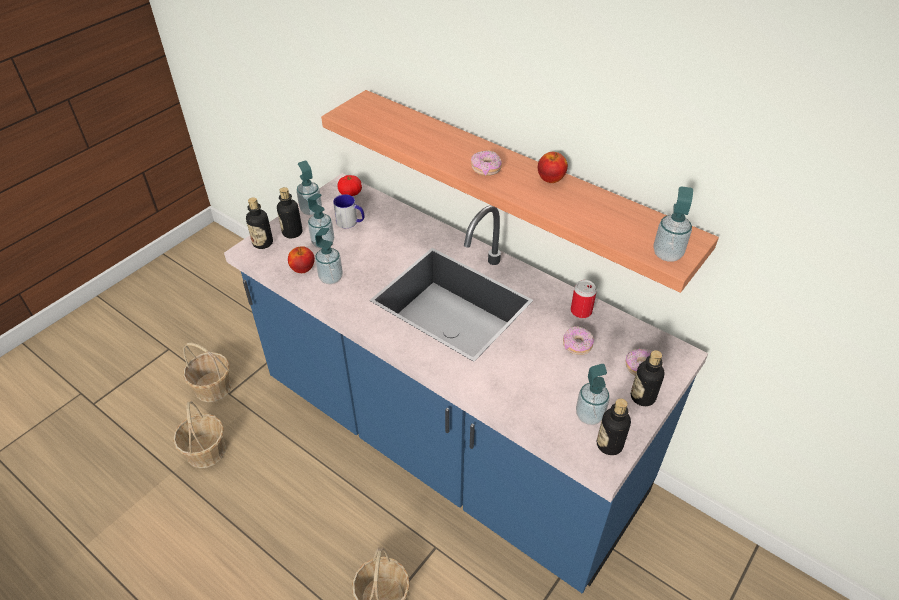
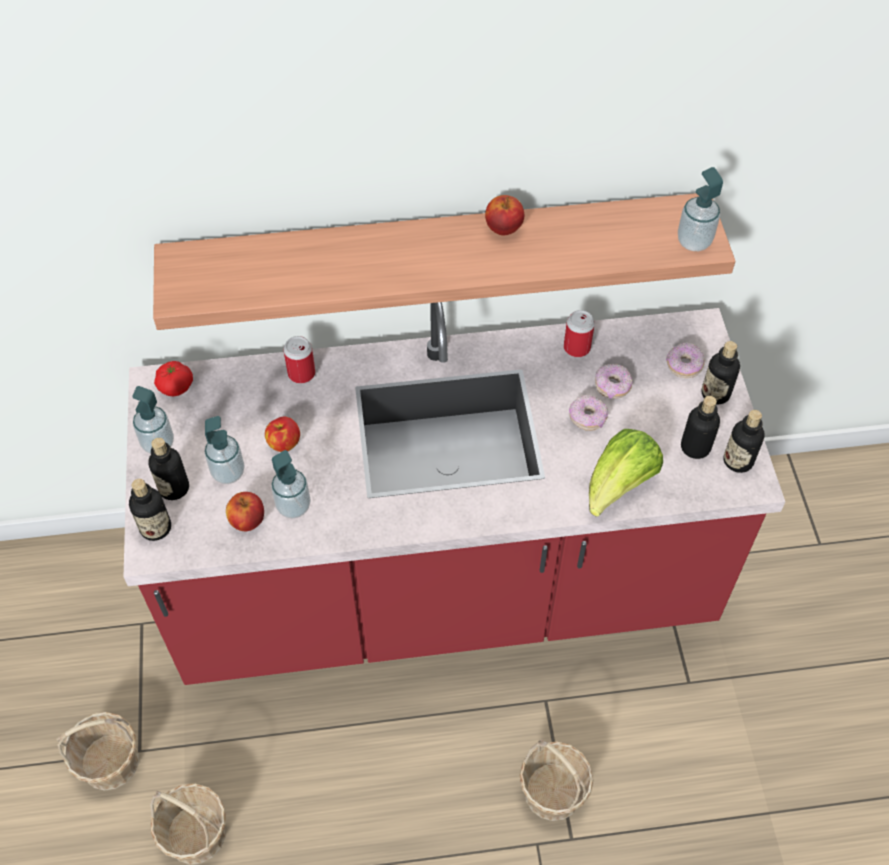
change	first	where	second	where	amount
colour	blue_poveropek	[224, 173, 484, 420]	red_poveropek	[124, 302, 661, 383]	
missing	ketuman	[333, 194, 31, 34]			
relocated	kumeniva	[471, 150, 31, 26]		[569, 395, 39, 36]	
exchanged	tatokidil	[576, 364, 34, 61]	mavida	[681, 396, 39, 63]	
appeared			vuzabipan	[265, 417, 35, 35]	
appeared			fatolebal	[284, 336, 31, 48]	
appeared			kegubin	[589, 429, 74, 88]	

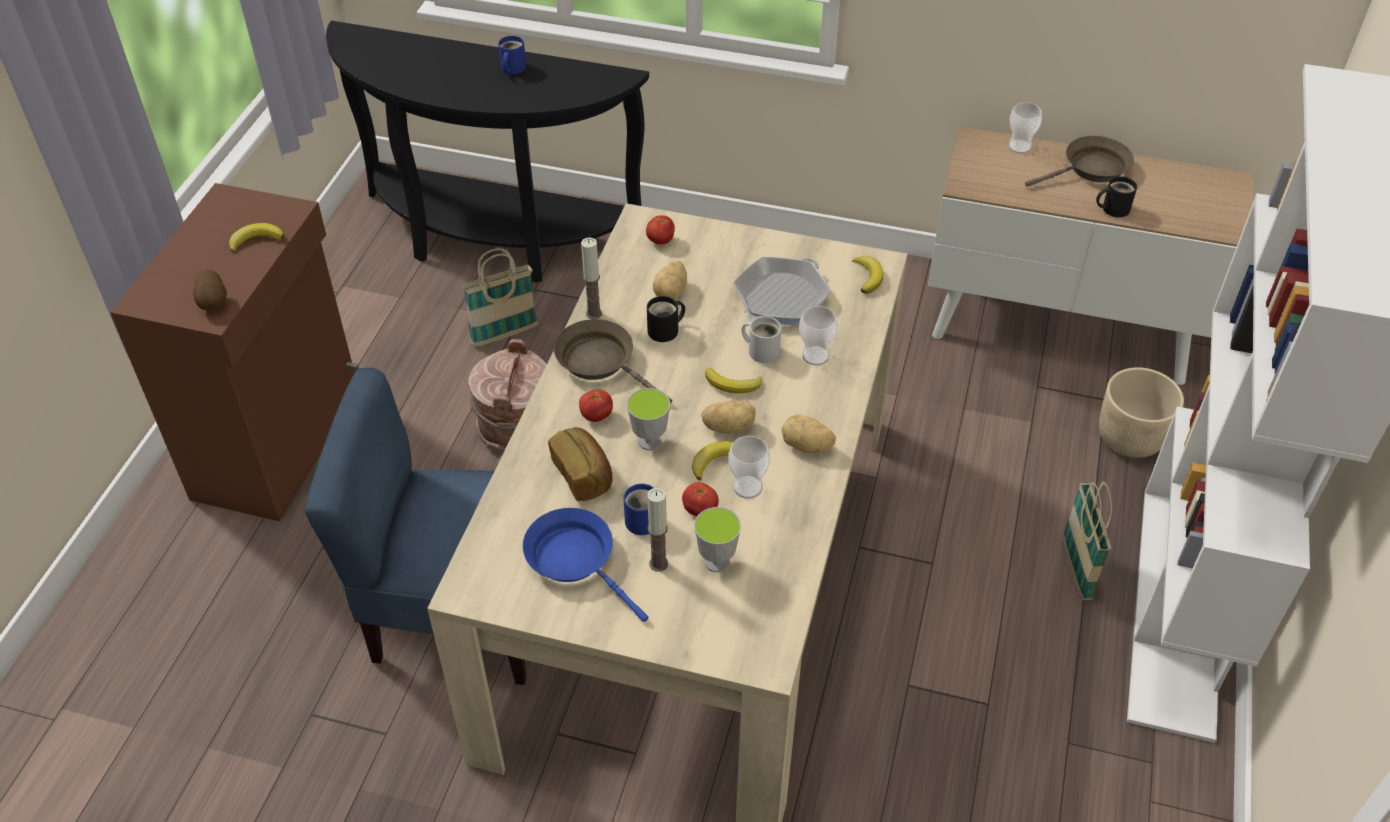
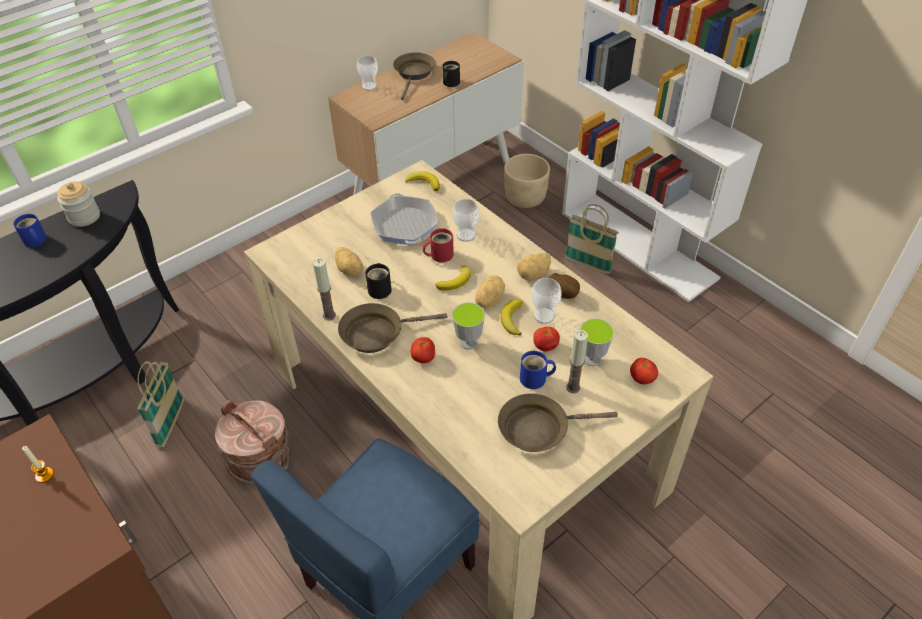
change	first	where	second	where	amount
relocated	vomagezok	[193, 270, 34, 40]		[549, 273, 31, 26]	
exchanged	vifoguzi	[229, 223, 55, 30]	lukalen	[22, 446, 32, 37]	
colour	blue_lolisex	[523, 508, 125, 114]	brown_lolisex	[498, 393, 120, 59]	
missing	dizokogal	[548, 427, 64, 74]			
relocated	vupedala	[646, 215, 29, 30]		[630, 358, 28, 26]	
colour	white_ketuman	[741, 316, 41, 47]	red_ketuman	[423, 228, 31, 34]	
appeared			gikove	[57, 181, 43, 46]	

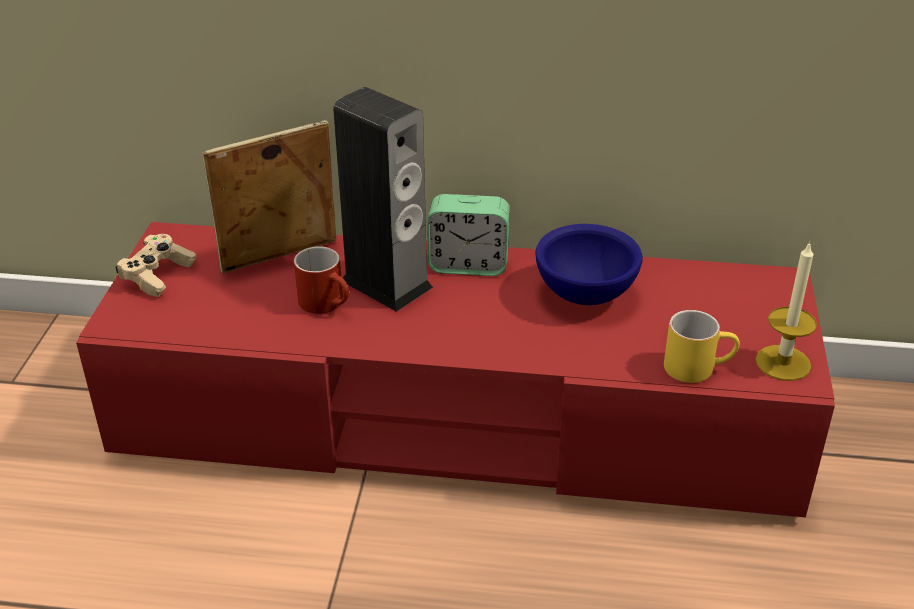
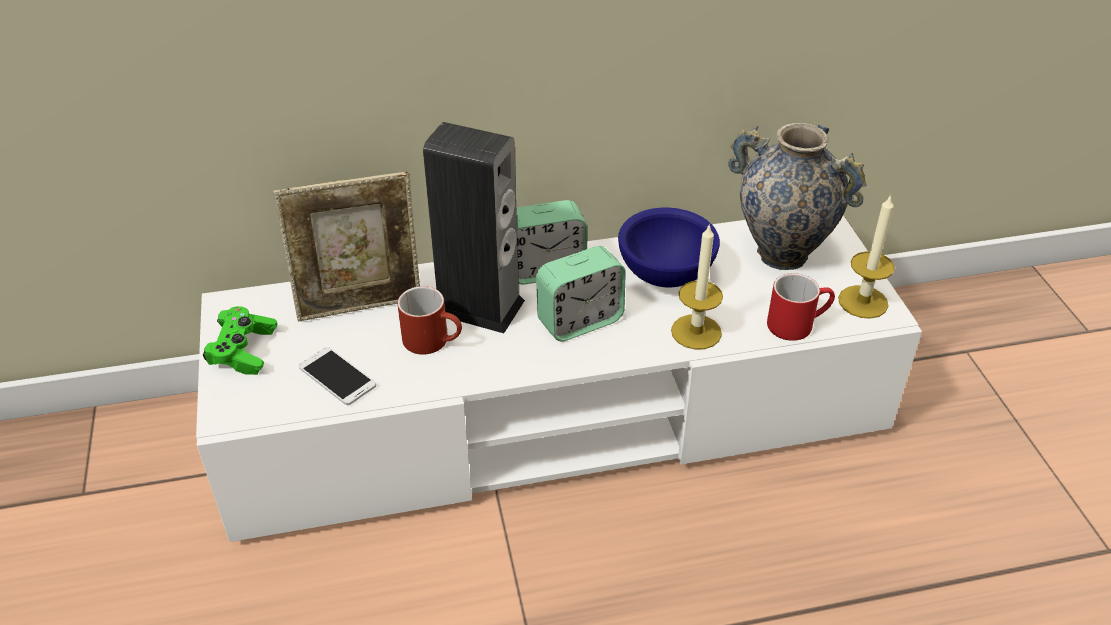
change	first	where	second	where	amount
colour	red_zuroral	[76, 222, 759, 295]	white_zuroral	[196, 216, 726, 326]	
colour	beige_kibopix	[116, 234, 81, 63]	green_kibopix	[203, 306, 74, 69]	
spun	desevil	[202, 120, 135, 154]		[273, 171, 147, 150]	150 degrees counterclockwise
colour	yellow_ketuman	[664, 310, 76, 73]	red_ketuman	[767, 273, 68, 68]	
appeared			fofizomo	[299, 347, 77, 58]	
appeared			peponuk	[536, 246, 90, 95]	
appeared			lukalen	[671, 223, 52, 127]	
appeared			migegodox	[728, 123, 139, 147]	

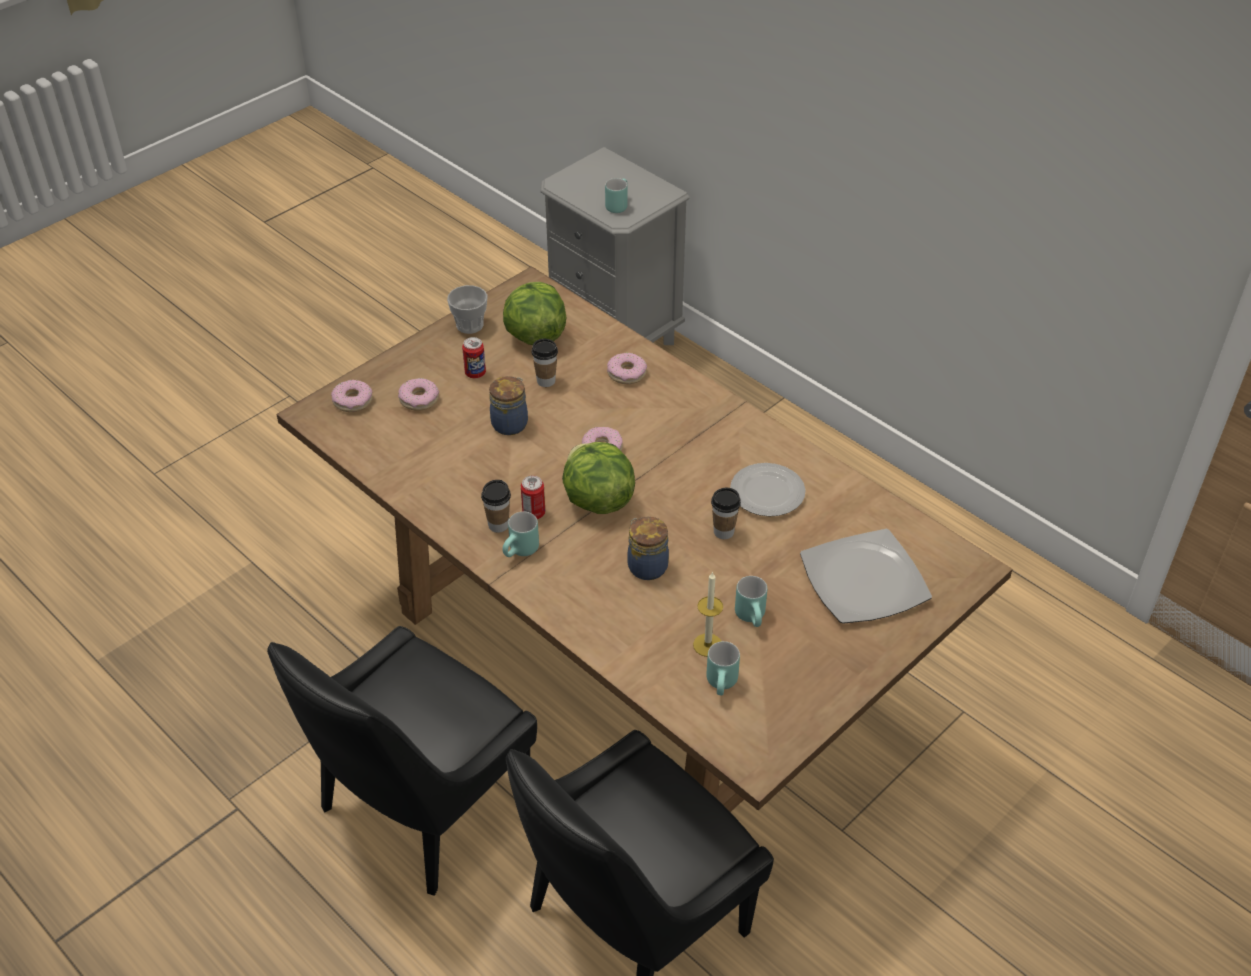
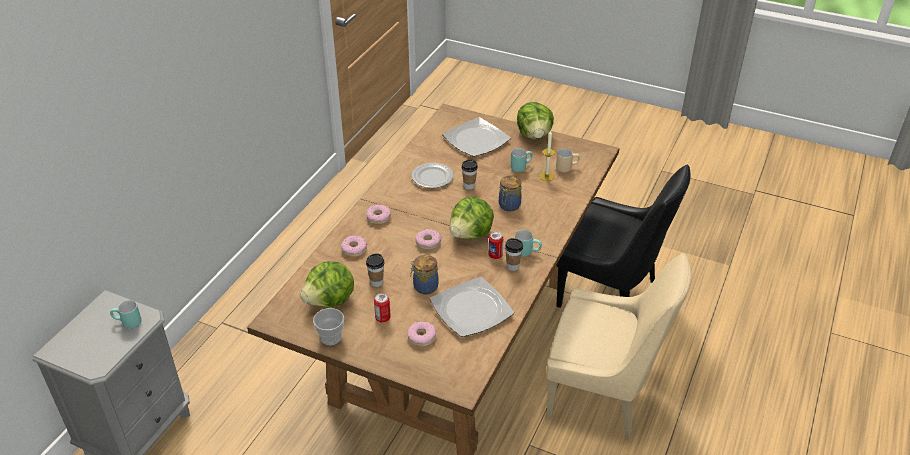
change	first	where	second	where	amount
colour	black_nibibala	[267, 626, 270, 270]	beige_nibibala	[546, 253, 145, 188]	
relocated	kumeniva	[331, 380, 42, 32]		[366, 205, 25, 20]	
colour	turquoise_ketuman	[706, 641, 34, 54]	beige_ketuman	[556, 148, 24, 25]	
appeared			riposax	[430, 277, 84, 60]	
appeared			kegubin	[517, 102, 37, 37]	

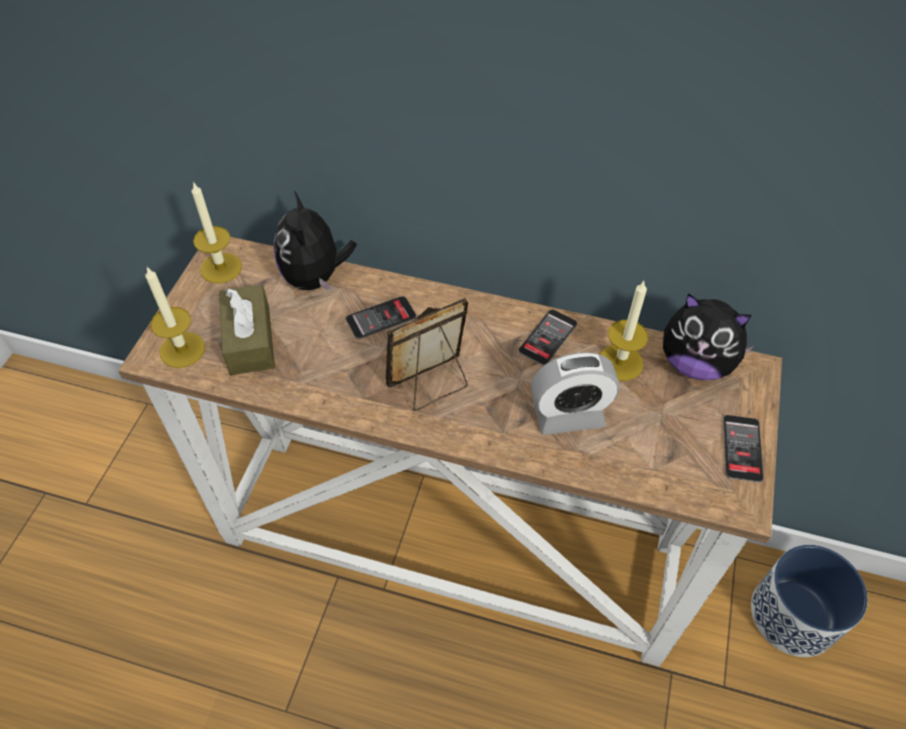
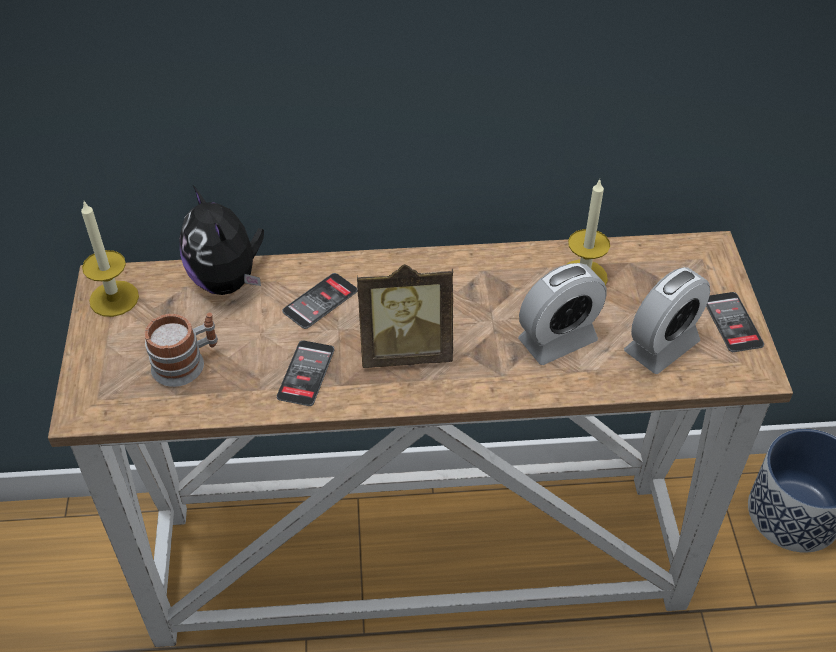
change	first	where	second	where	amount
missing	lukalen	[145, 267, 60, 101]			
exchanged	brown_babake	[219, 284, 56, 91]	ketuman	[144, 312, 74, 75]	
spun	desevil	[386, 298, 82, 113]		[357, 264, 96, 104]	135 degrees counterclockwise
relocated	fofizomo	[518, 309, 59, 57]		[277, 340, 57, 66]	
missing	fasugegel	[663, 293, 92, 87]			
appeared			peponuk	[624, 267, 86, 107]	

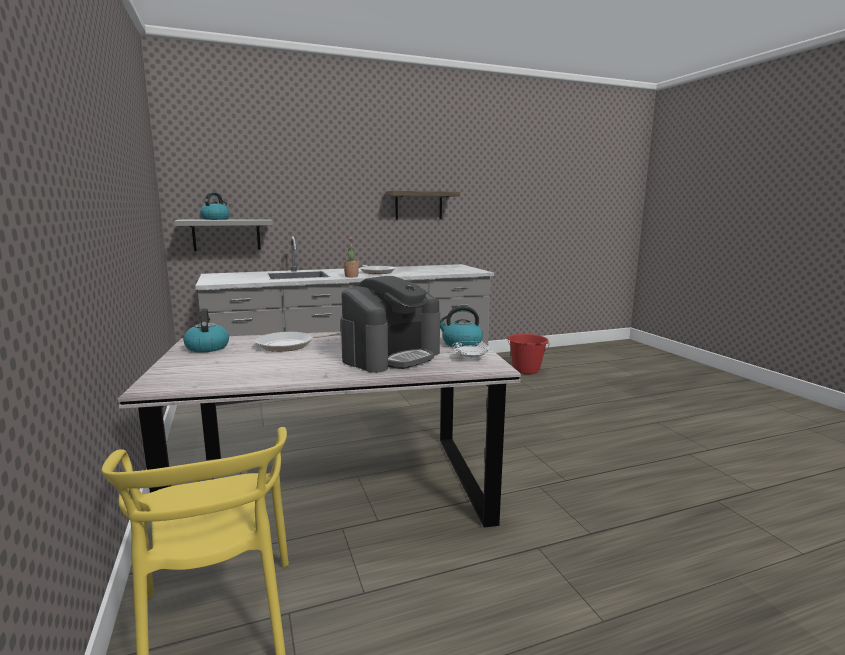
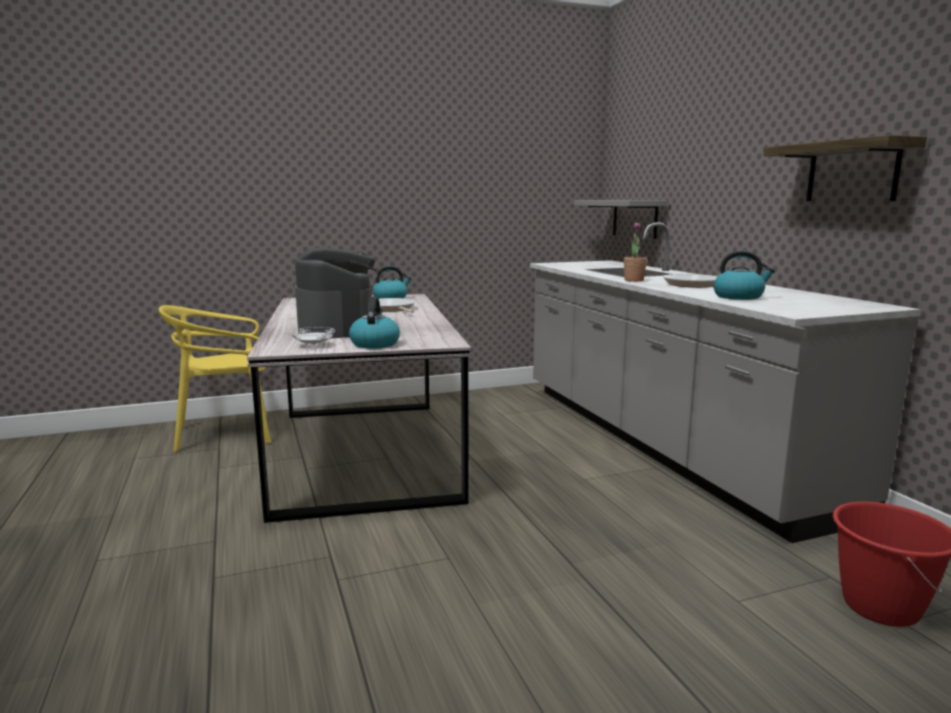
change	first	where	second	where	amount
relocated	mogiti	[200, 192, 30, 28]		[713, 251, 62, 49]	
spun	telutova	[341, 276, 99, 97]		[295, 247, 82, 91]	150 degrees counterclockwise

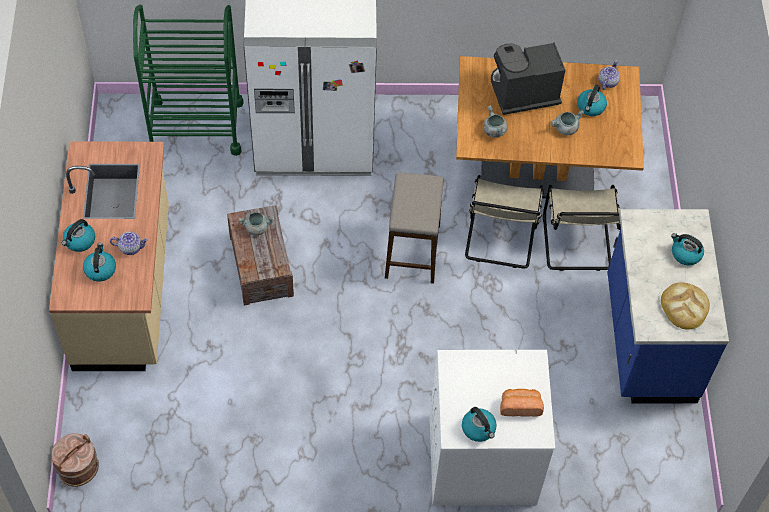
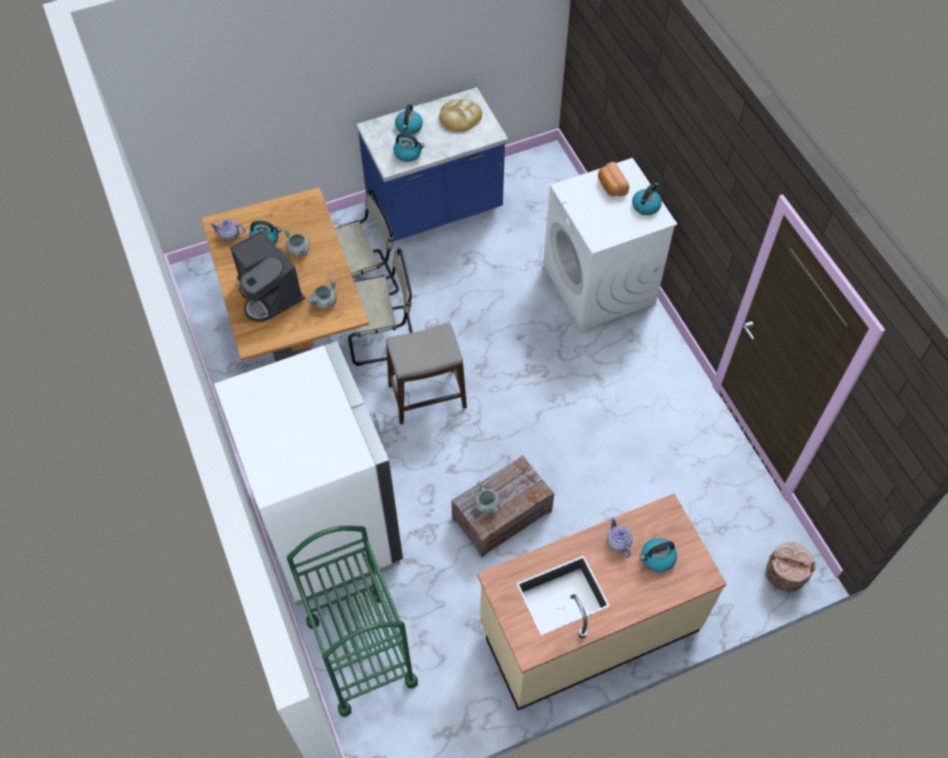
change	first	where	second	where	amount
relocated	mogiti	[62, 219, 33, 33]		[393, 133, 32, 29]	

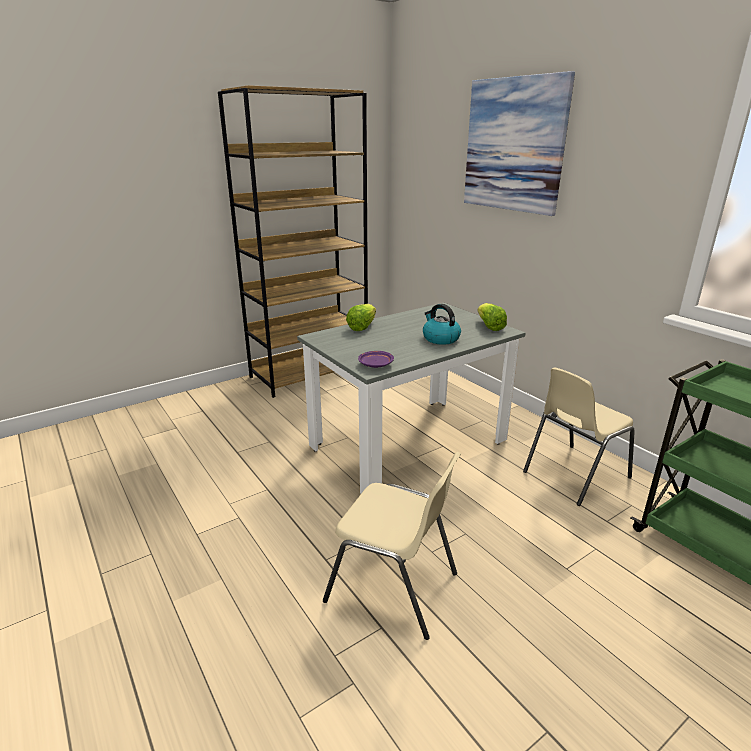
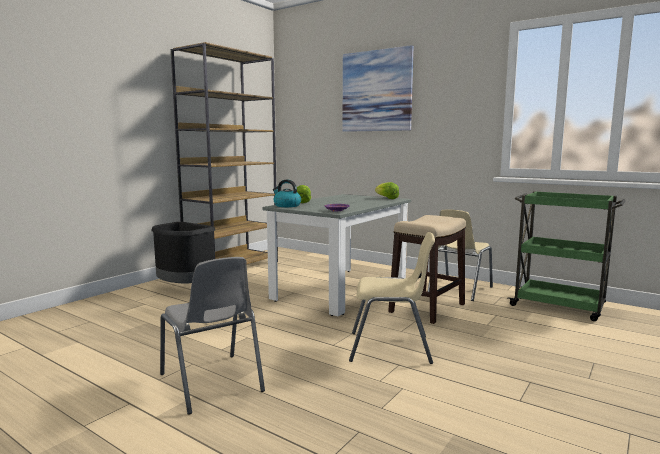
change	first	where	second	where	amount
relocated	mogiti	[423, 304, 38, 41]		[273, 180, 28, 27]	
appeared			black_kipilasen	[152, 222, 63, 61]	
appeared			grey_nibibala	[160, 257, 105, 158]	
appeared			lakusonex	[388, 215, 78, 109]	

